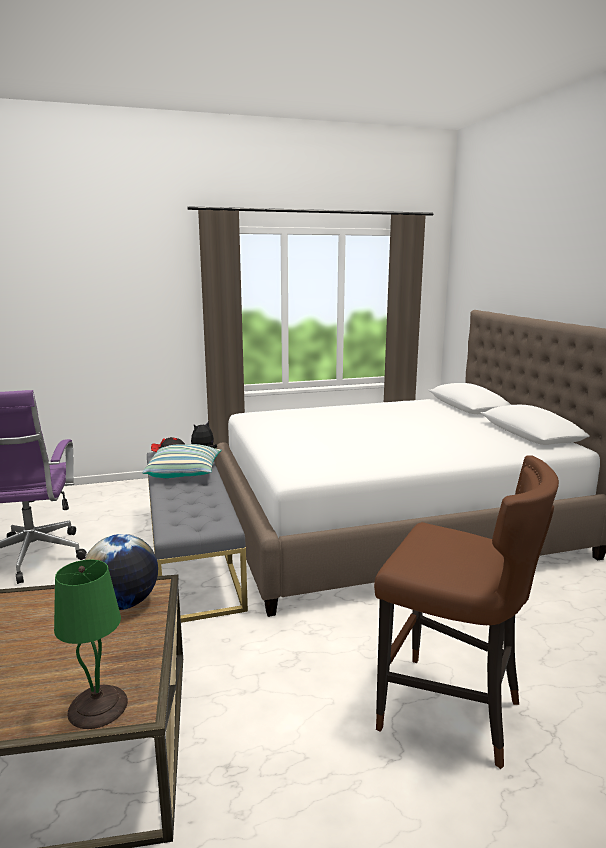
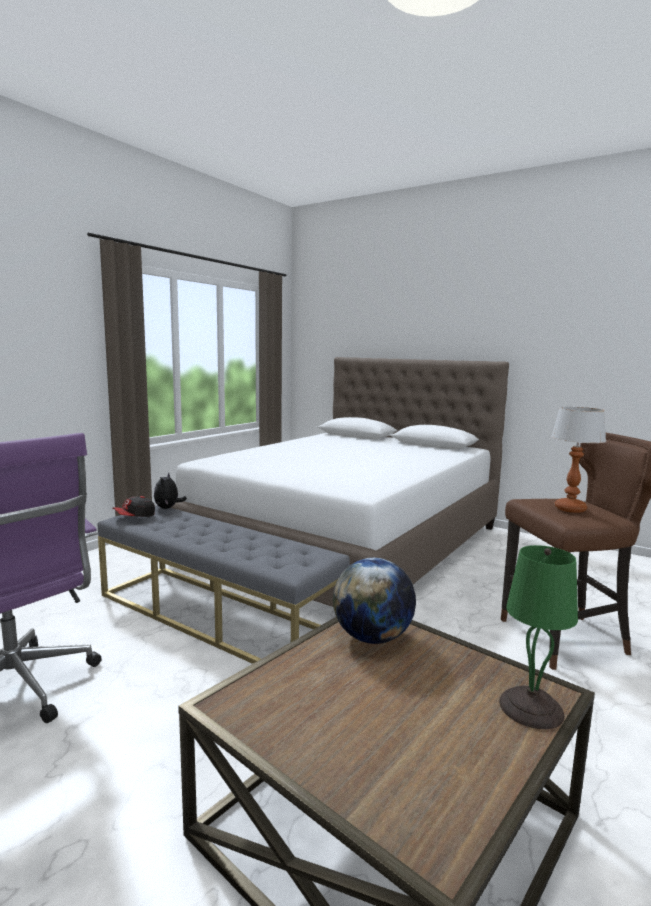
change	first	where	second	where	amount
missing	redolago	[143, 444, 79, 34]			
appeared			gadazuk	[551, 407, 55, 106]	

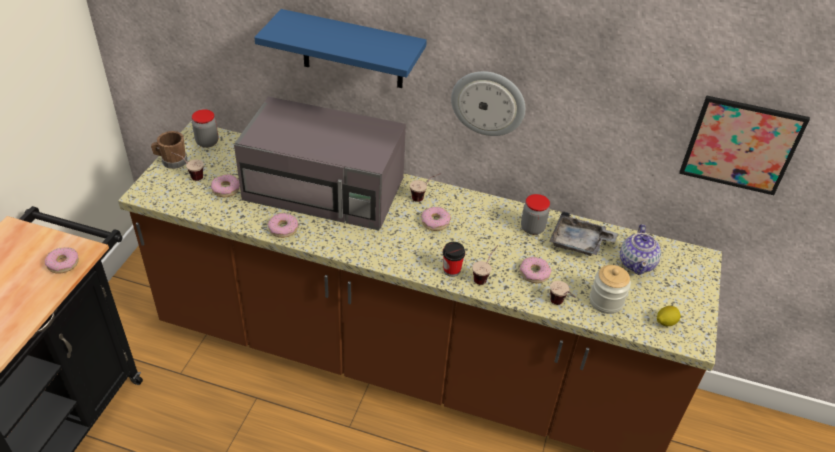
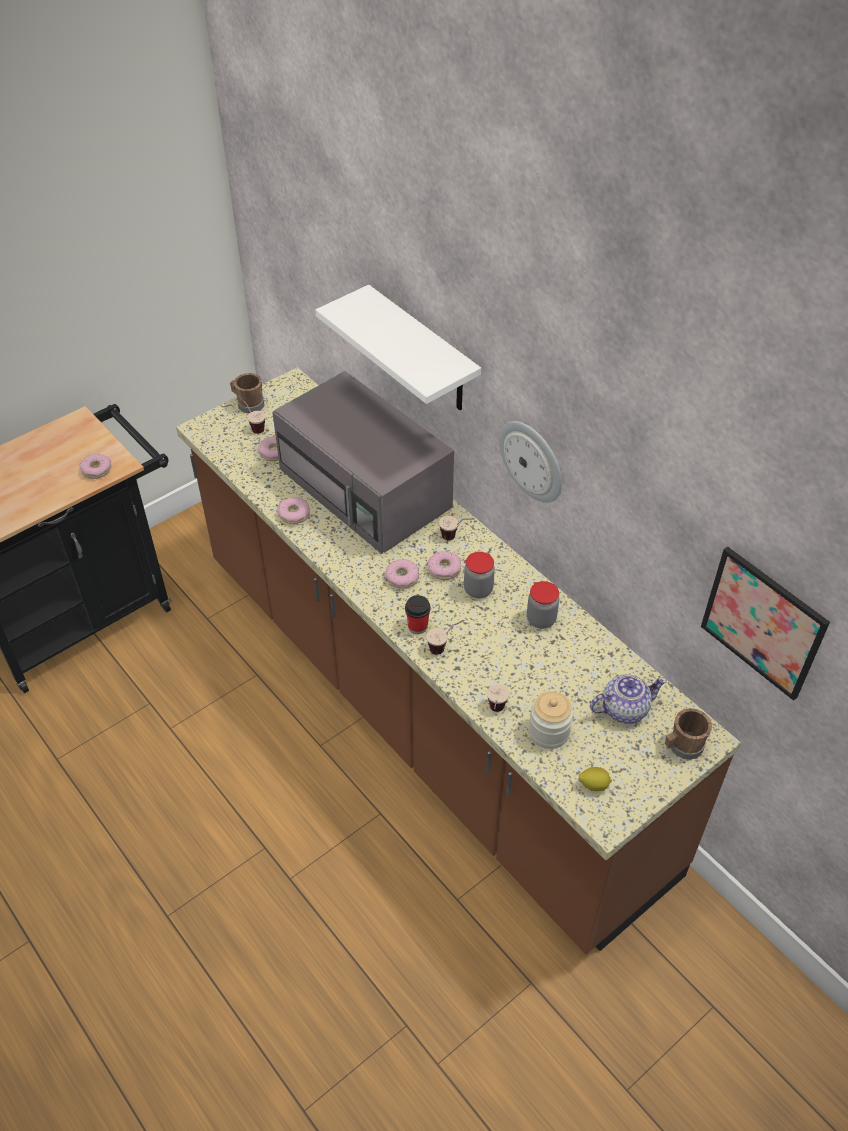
change	first	where	second	where	amount
relocated	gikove	[192, 109, 26, 39]		[464, 552, 31, 46]	
colour	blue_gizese	[254, 9, 173, 79]	white_gizese	[315, 285, 166, 125]	
relocated	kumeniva	[520, 257, 31, 26]		[386, 559, 33, 30]	
missing	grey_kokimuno	[549, 211, 69, 45]			
spun	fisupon	[620, 224, 41, 51]		[590, 674, 77, 50]	150 degrees counterclockwise
appeared			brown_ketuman	[665, 708, 47, 52]	

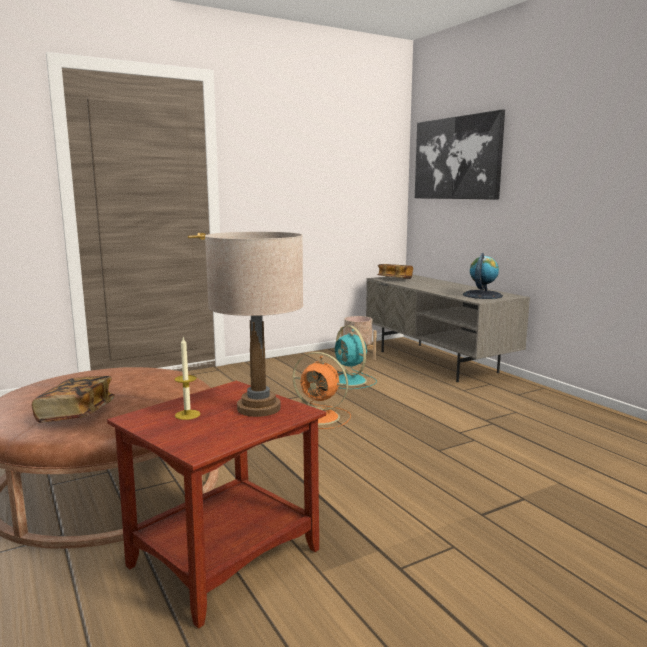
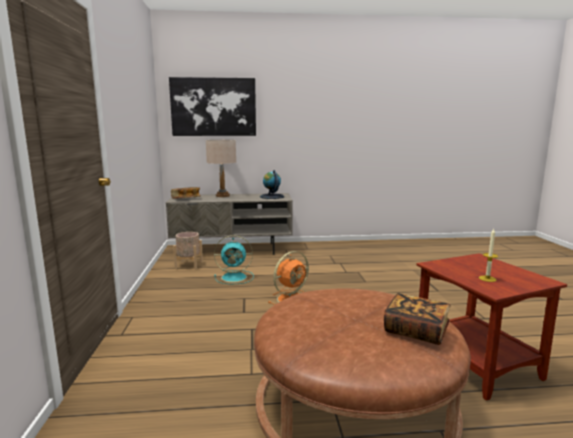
change	first	where	second	where	amount
relocated	beige_gadazuk	[205, 232, 98, 185]		[206, 140, 30, 57]	

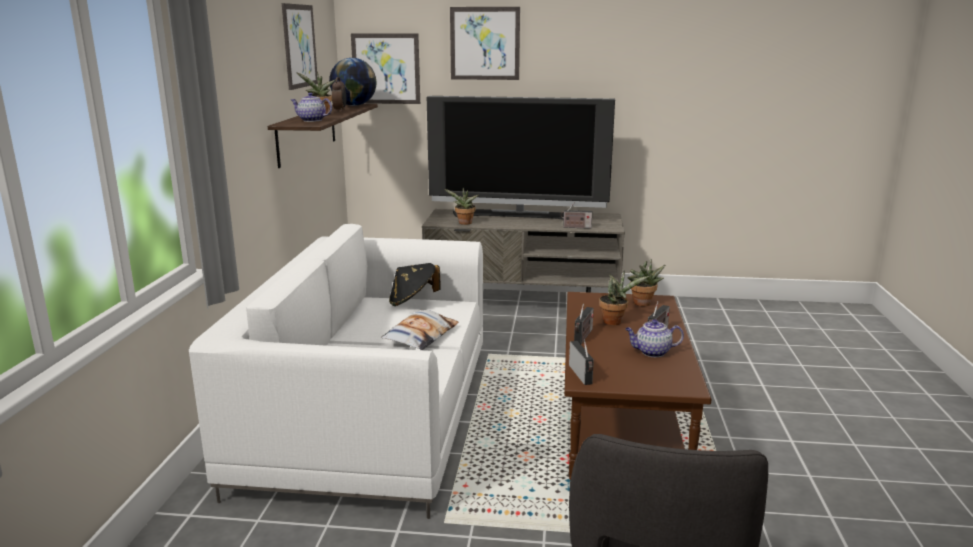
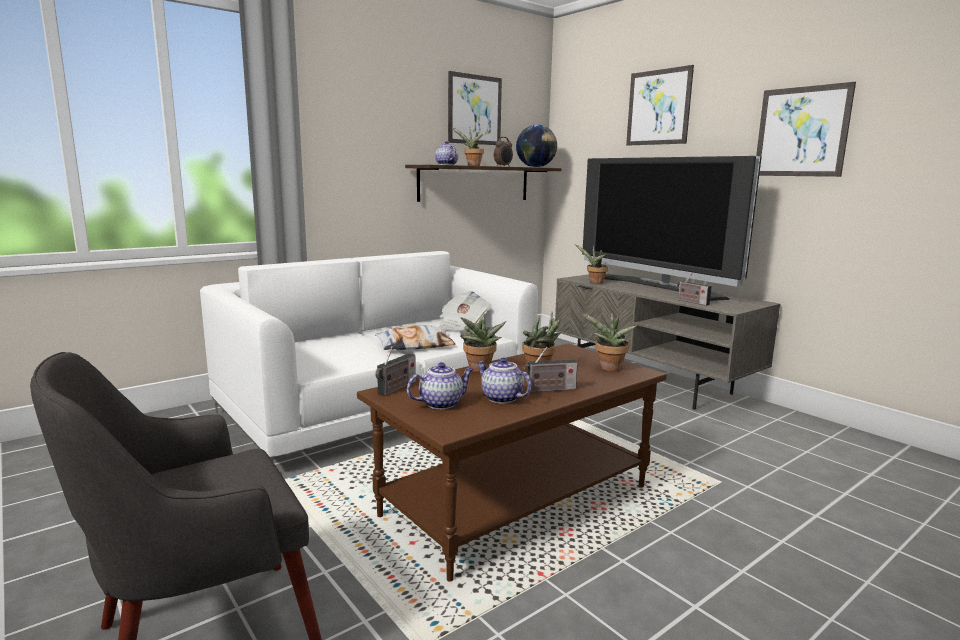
change	first	where	second	where	amount
relocated	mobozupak	[351, 33, 69, 71]		[756, 82, 100, 95]	
exchanged	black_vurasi	[389, 263, 52, 43]	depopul	[439, 291, 52, 40]	
exchanged	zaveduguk	[574, 304, 20, 40]	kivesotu	[460, 312, 46, 60]	
appeared			fisupon	[407, 362, 66, 47]	

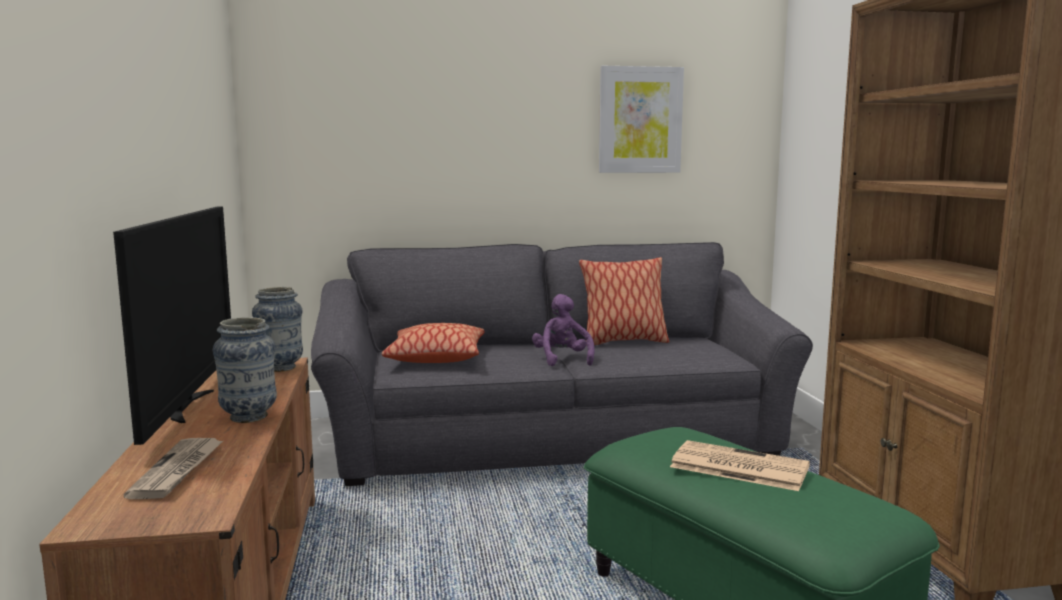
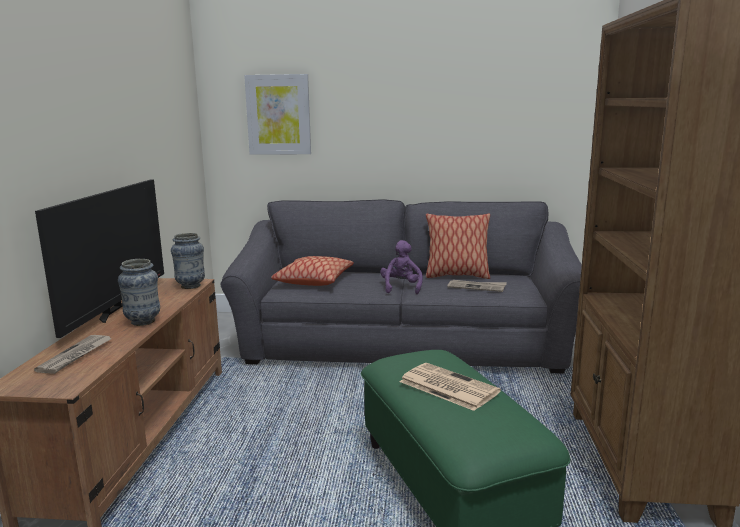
change	first	where	second	where	amount
relocated	mobozupak	[599, 66, 85, 107]		[244, 74, 67, 81]	
appeared			depopul	[447, 280, 60, 12]	

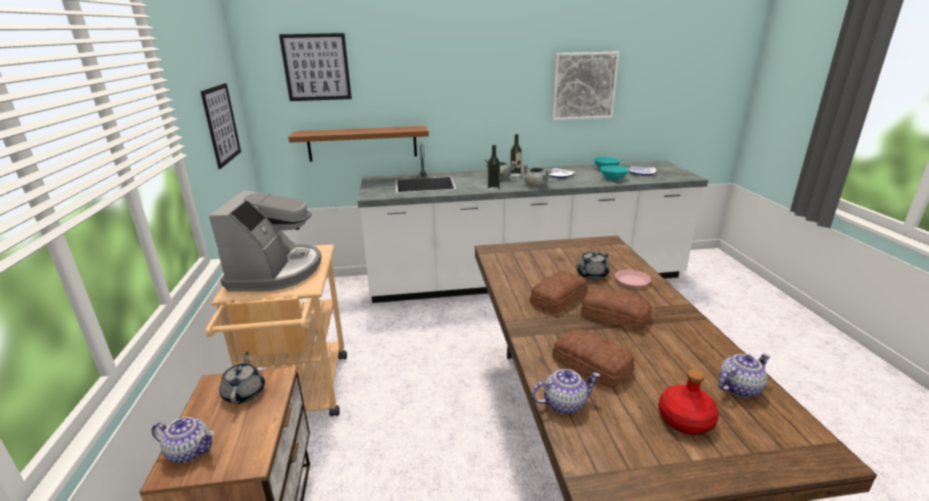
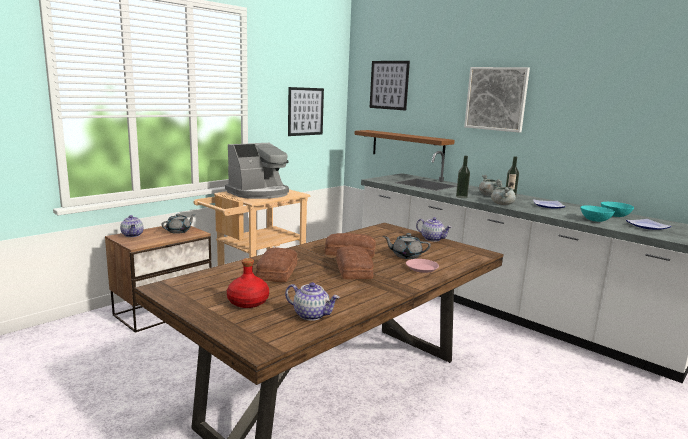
change	first	where	second	where	amount
relocated	fisupon	[532, 369, 68, 46]		[416, 217, 36, 25]	
relocated	mobozupak	[552, 51, 68, 70]		[464, 67, 66, 66]	

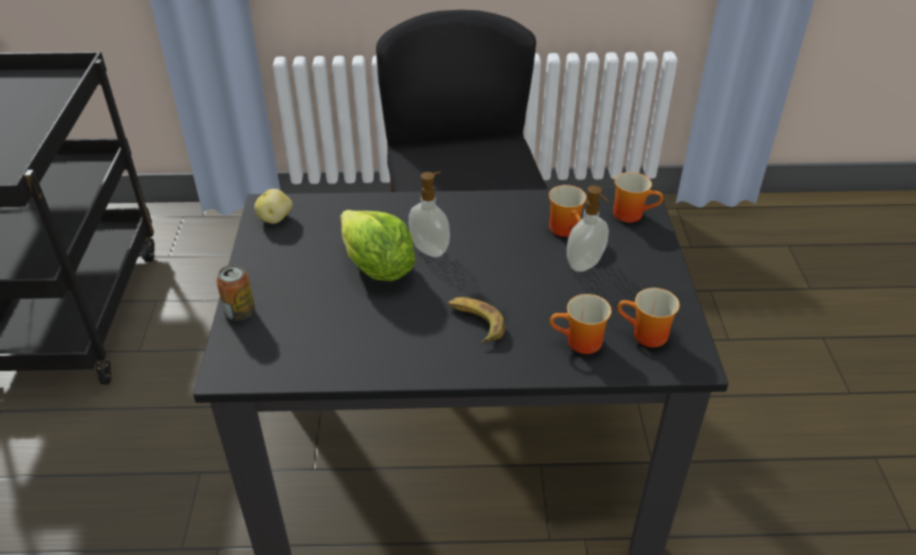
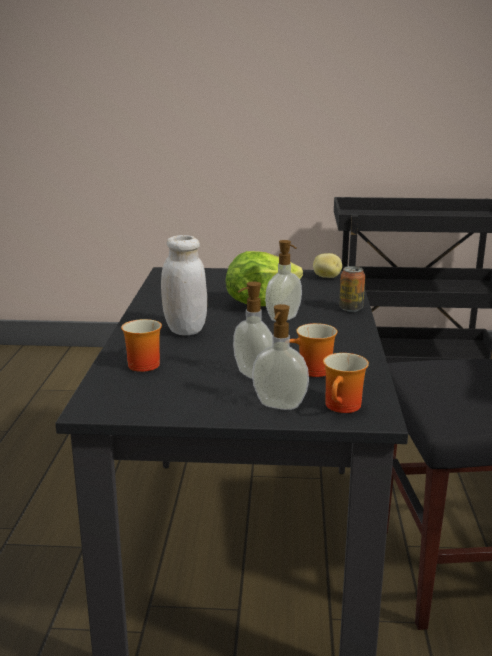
change	first	where	second	where	amount
relocated	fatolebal	[217, 265, 38, 56]		[339, 266, 26, 46]	
exchanged	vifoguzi	[448, 297, 57, 46]	white_gikove	[161, 235, 46, 100]	
missing	ketuman	[617, 288, 63, 59]			
appeared			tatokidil	[252, 304, 57, 106]	

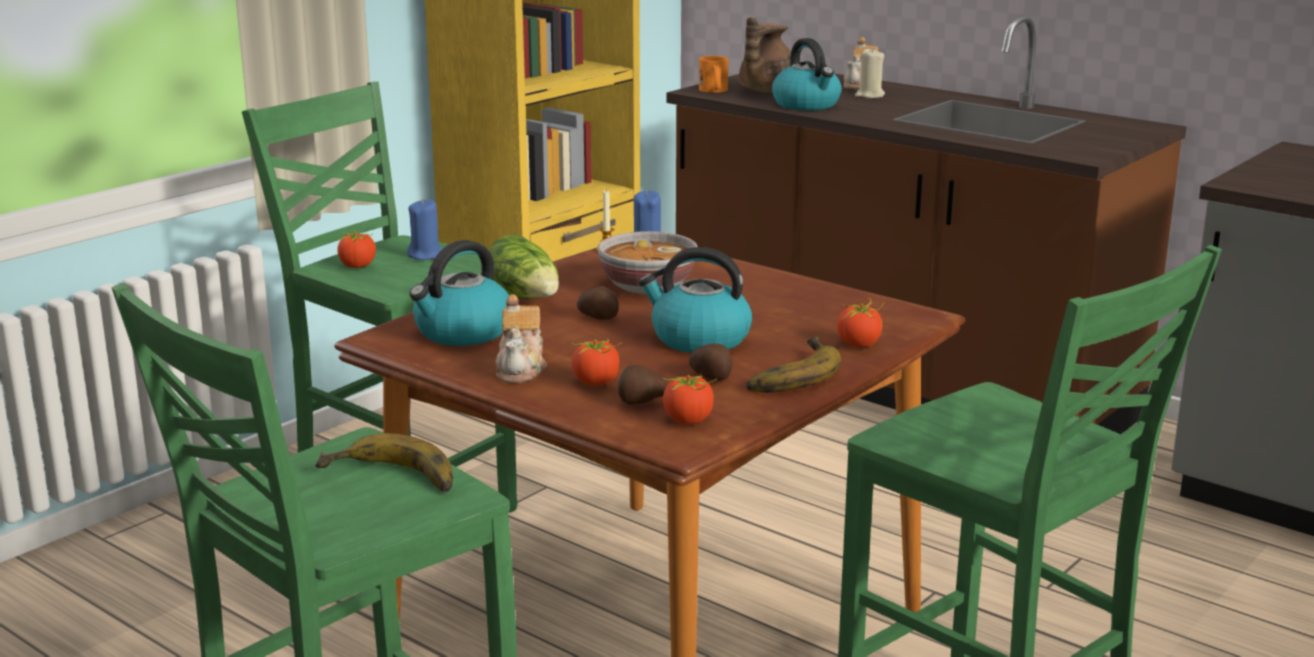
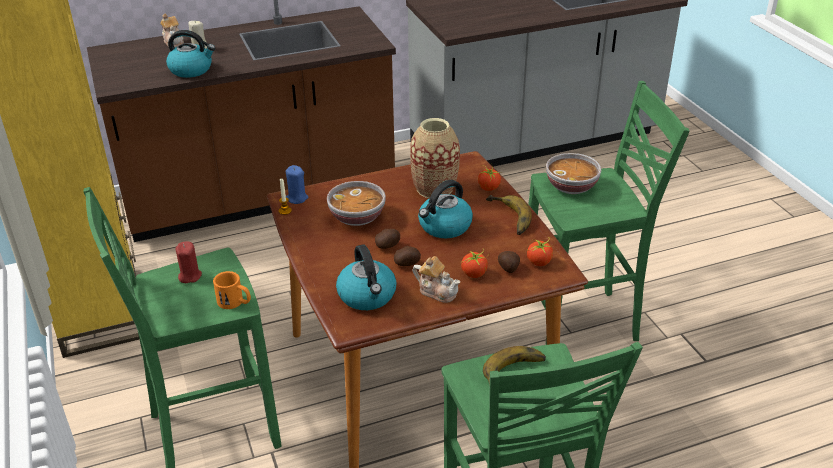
change	first	where	second	where	amount
missing	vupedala	[337, 231, 39, 37]			
colour	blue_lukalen	[407, 199, 35, 61]	red_lukalen	[175, 241, 27, 42]	
missing	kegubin	[488, 234, 71, 65]			
relocated	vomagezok	[689, 343, 43, 38]		[394, 246, 27, 20]	
relocated	orange_ketuman	[699, 56, 29, 37]		[213, 271, 38, 38]	
missing	brown_fisupon	[739, 17, 52, 76]			
appeared			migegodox	[410, 118, 50, 80]	
appeared			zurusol	[546, 153, 55, 41]	

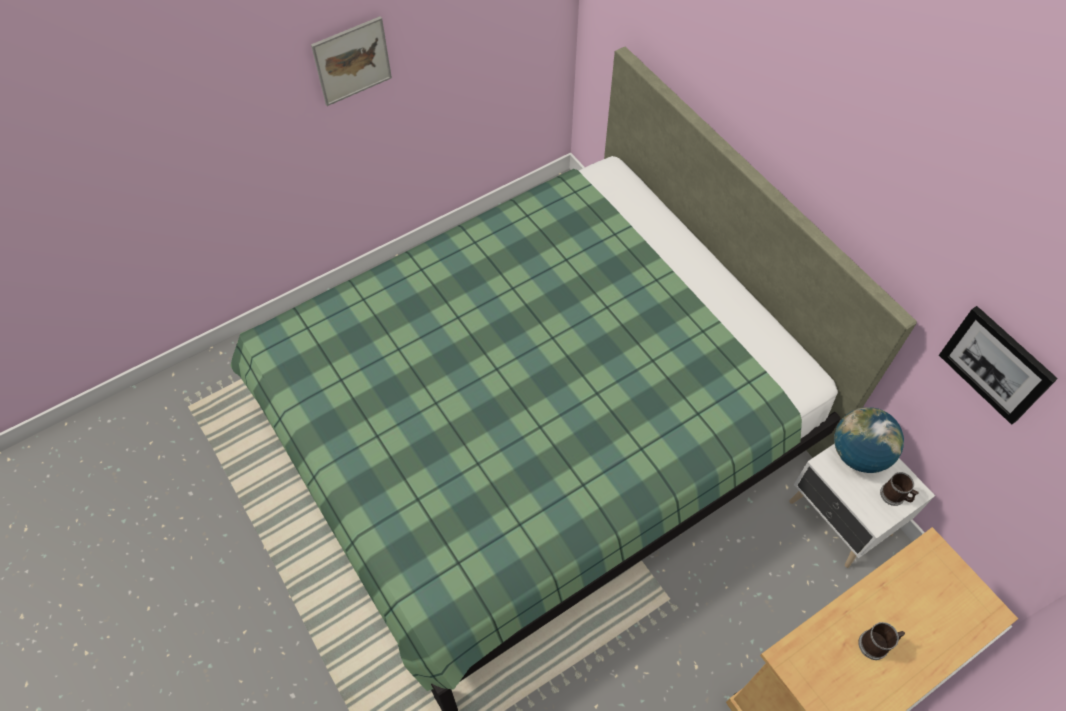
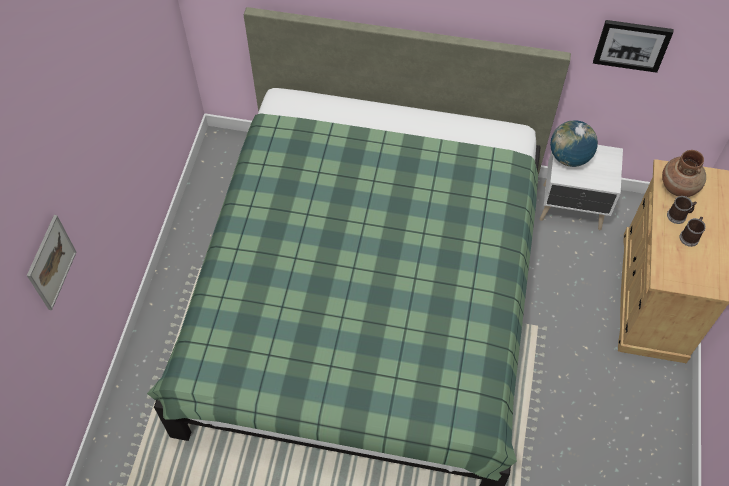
change	first	where	second	where	amount
relocated	mobozupak	[311, 16, 81, 90]		[27, 215, 50, 95]	
relocated	ketuman	[880, 472, 39, 34]		[667, 196, 30, 28]	
appeared			brown_migegodox	[662, 150, 44, 47]	

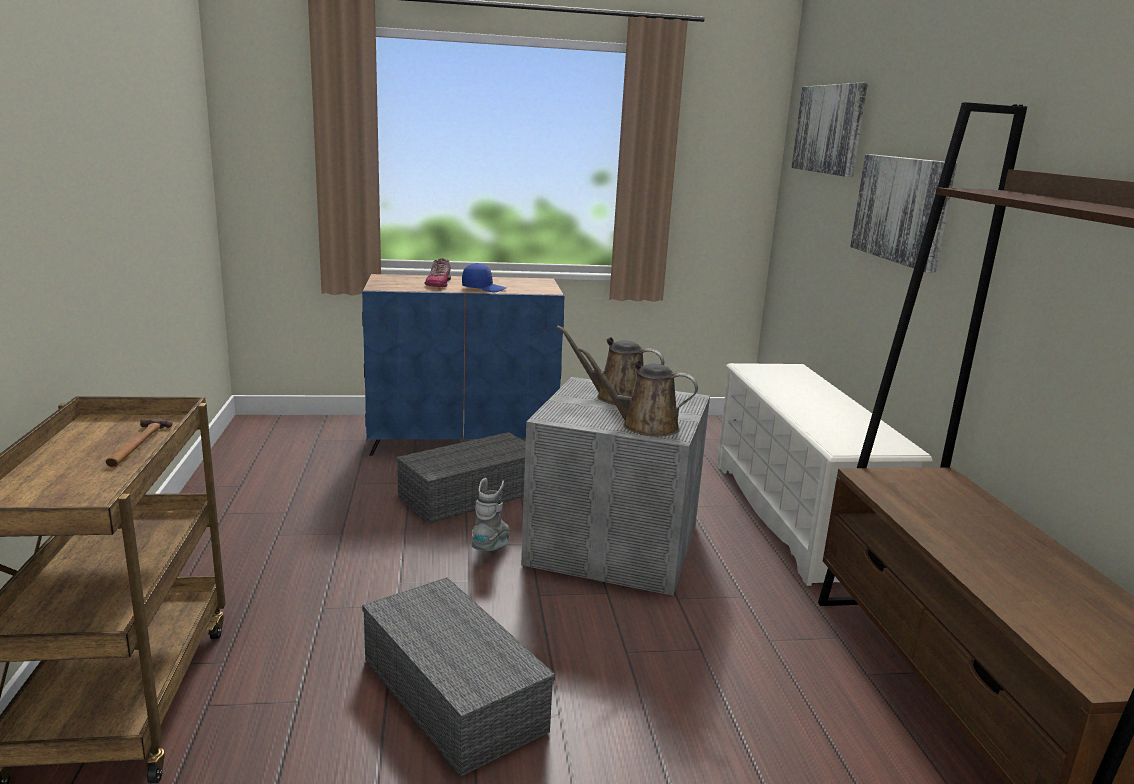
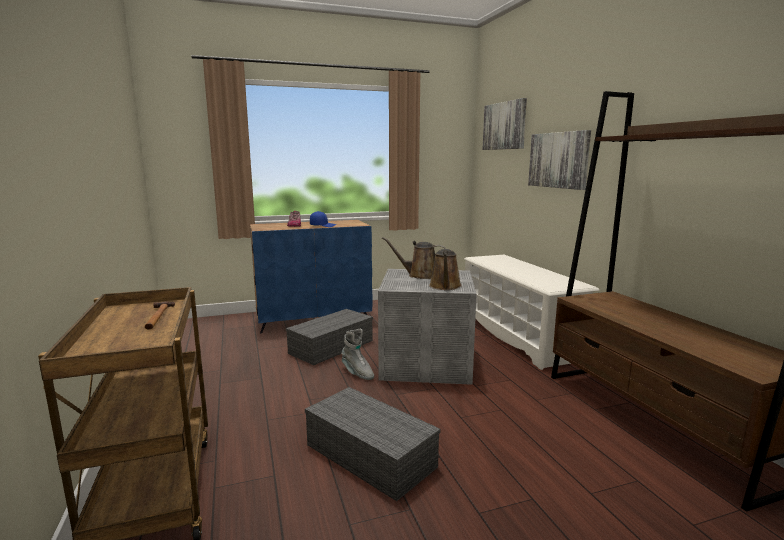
change	first	where	second	where	amount
spun	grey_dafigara	[472, 478, 38, 73]		[341, 329, 33, 51]	135 degrees clockwise
spun	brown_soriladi	[578, 347, 120, 90]		[429, 249, 33, 41]	90 degrees counterclockwise

